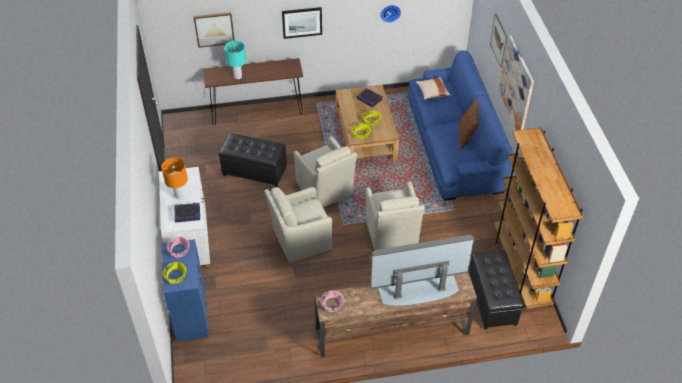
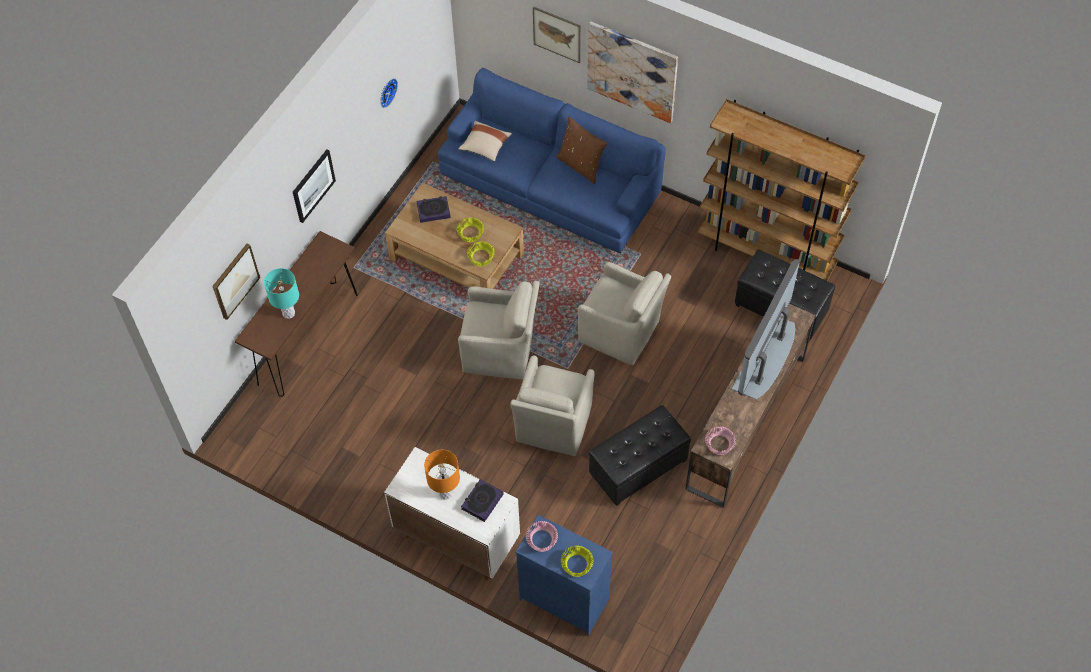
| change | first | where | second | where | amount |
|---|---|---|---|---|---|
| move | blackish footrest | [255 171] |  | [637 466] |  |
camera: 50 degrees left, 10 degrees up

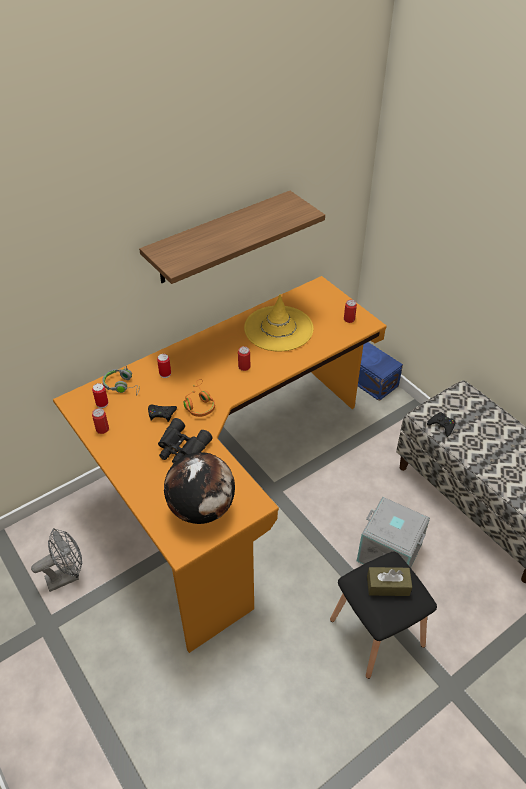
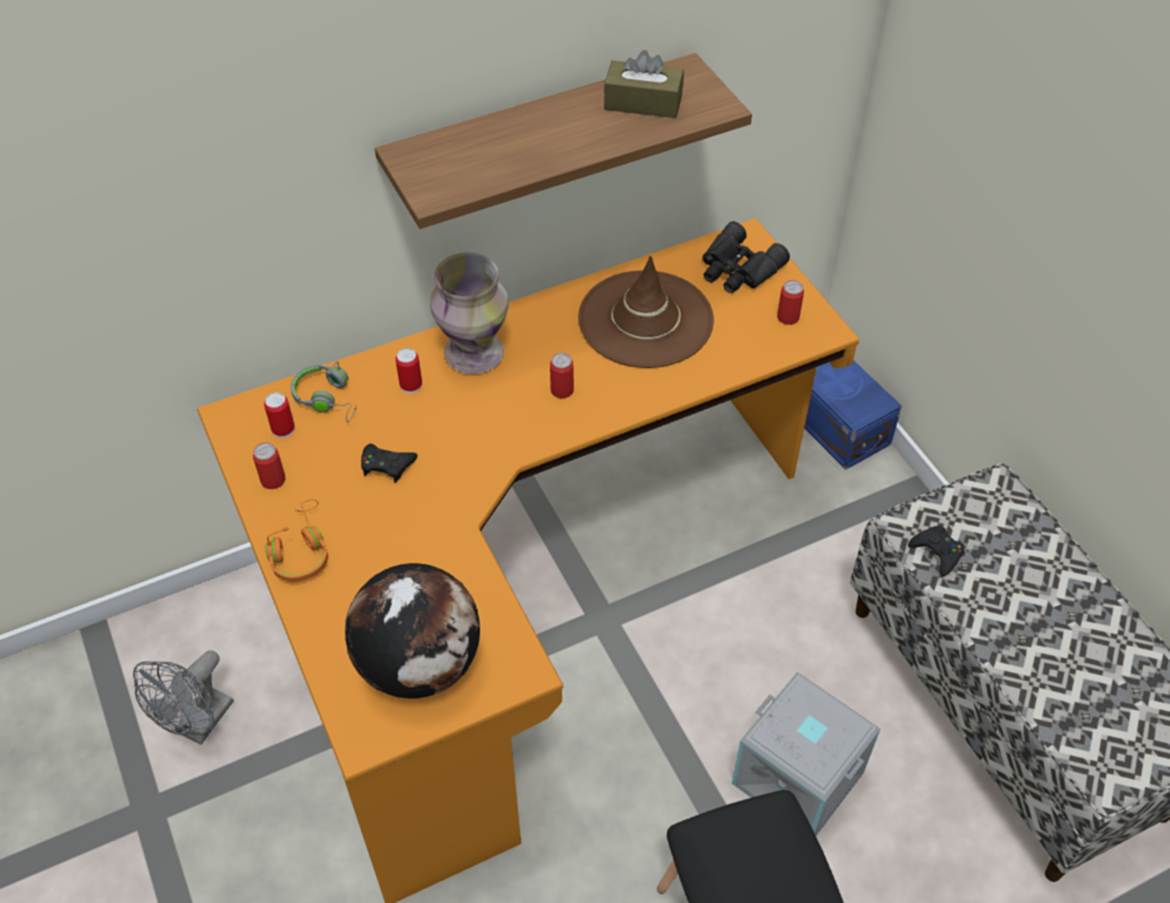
| change | first | where | second | where | amount |
|---|---|---|---|---|---|
| rotate | grey electric fan | [67 576] |  | [199 725] | 135 degrees clockwise |
| move | blackish pair of binoculars | [181 448] |  | [738 269] |  |
| move | orangey headset | [199 404] |  | [300 551] |  |
| recolor | yellow wearable hat | [278 329] | brown wearable hat | [645 320] |  |
| move | brown box of tissues | [388 586] |  | [643 102] |  |
| insert |  |  | flower vase | [475 354] |  |
camera: 10 degrees right, 5 degrees up

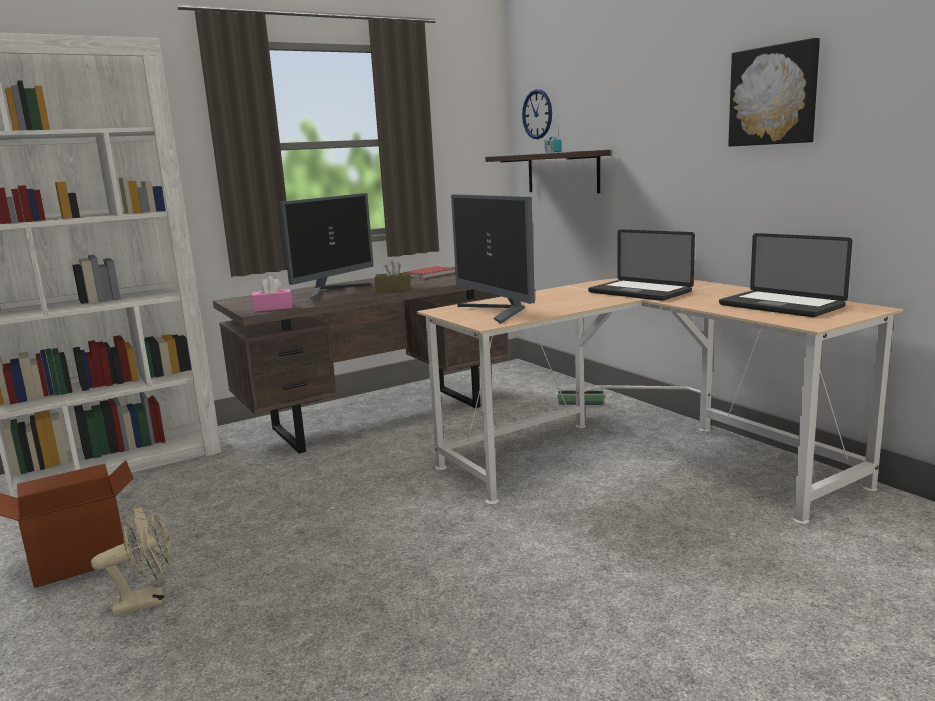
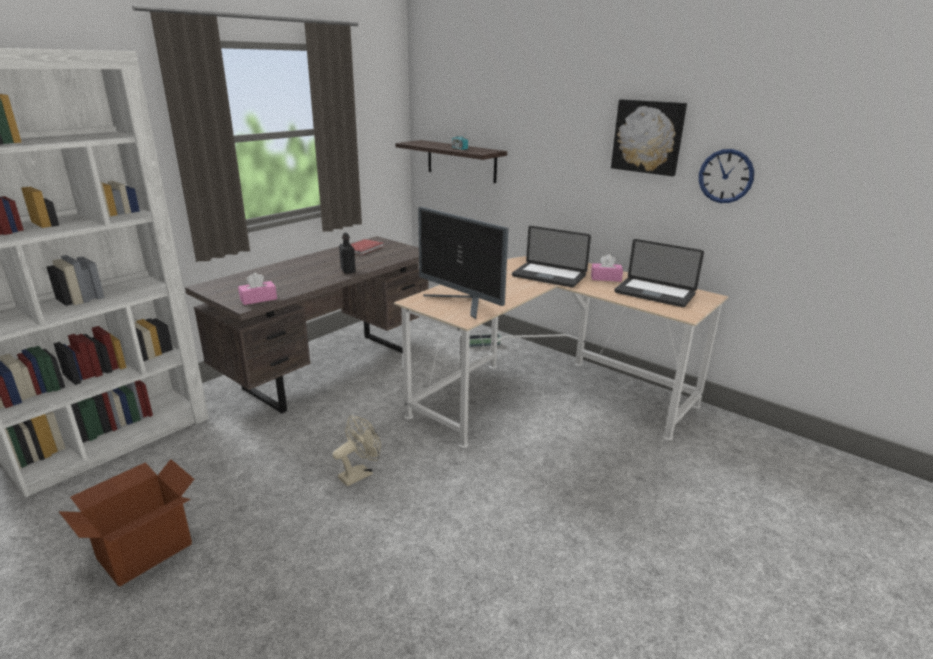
| change | first | where | second | where | amount |
|---|---|---|---|---|---|
| move | beige-coloured electric fan | [147 601] |  | [359 474] |  |
| delete | computer display | [332 291] |  |  |  |
| replace | brown box of tissues | [393 289] | blackish drink bottle | [348 270] |  |
| move | wall clock | [537 114] |  | [726 176] |  |
| insert |  |  | pink box of tissues | [606 278] |  |
camera: 20 degrees left, 10 degrees up

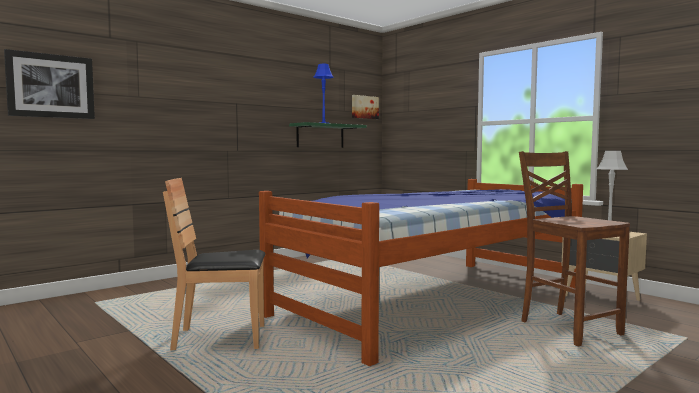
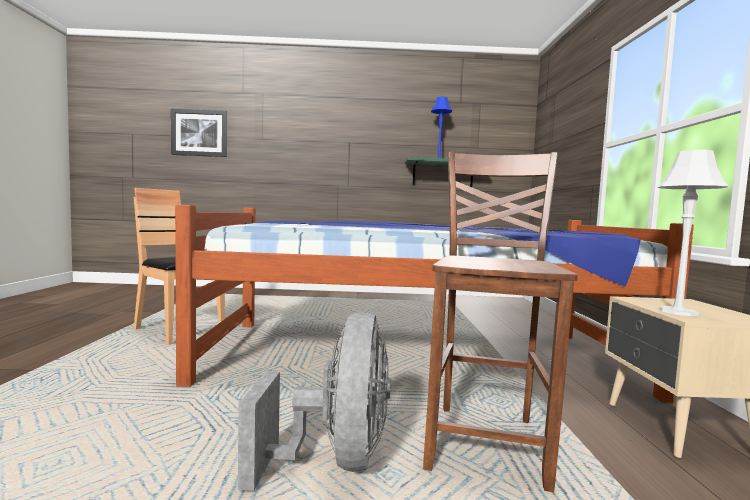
| change | first | where | second | where | amount |
|---|---|---|---|---|---|
| delete | picture | [364 107] |  |  |  |
| insert |  |  | grey electric fan | [336 460] |  |
camera: 40 degrees right, 0 degrees up

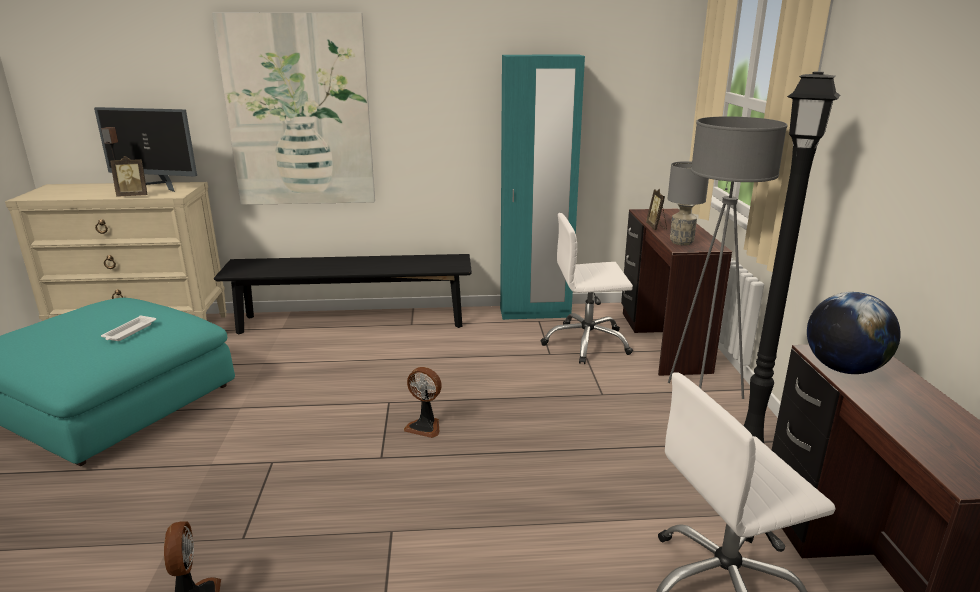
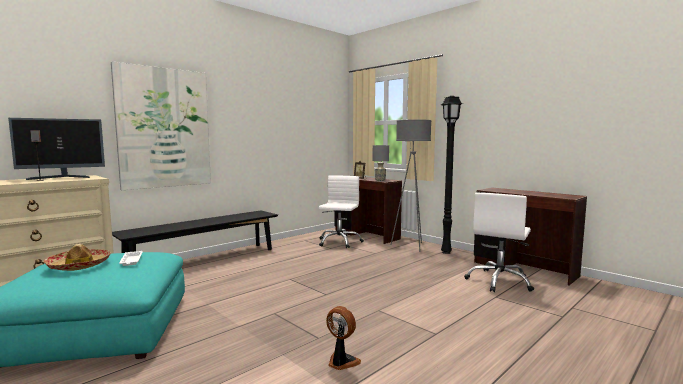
| change | first | where | second | where | amount |
|---|---|---|---|---|---|
| delete | photo frame | [134 196] |  |  |  |
| delete | electric fan | [425 426] |  |  |  |
| delete | blue-green wardrobe | [535 313] |  |  |  |
| rotate | white-coloured computer chair | [586 343] |  | [339 242] | 150 degrees clockwise |
| delete | desk globe | [843 369] |  |  |  |
| insert |  |  | wearable hat | [79 265] |  |
camera: 40 degrees left, 15 degrees down

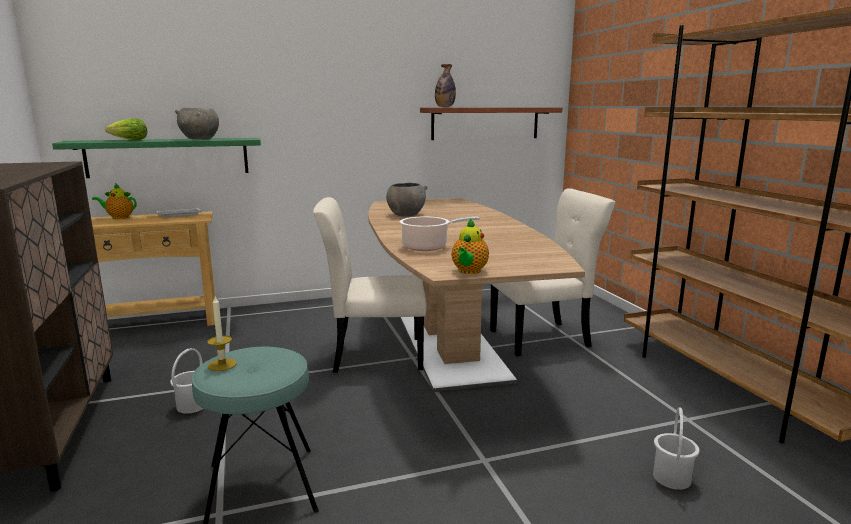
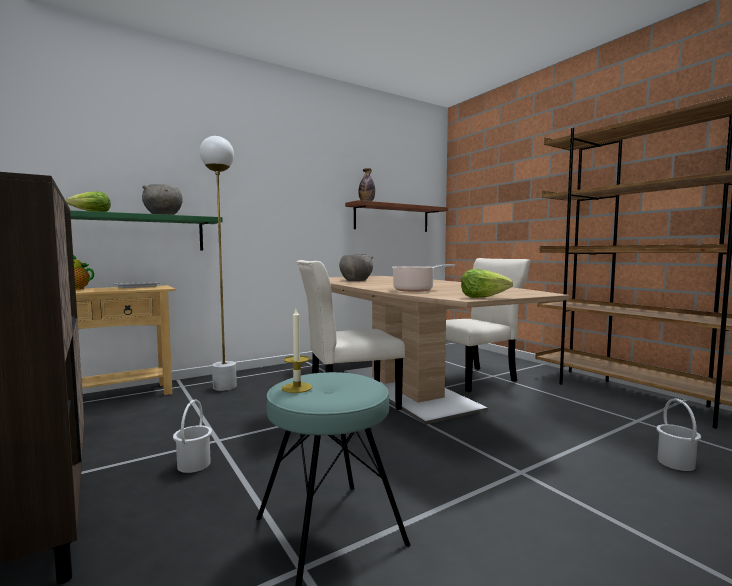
| change | first | where | second | where | amount |
|---|---|---|---|---|---|
| replace | pot for tea | [469 271] | lettuce | [483 297] |  |
| insert |  |  | white-coloured floor lamp | [224 387] |  |
camera: 15 degrees left, 10 degrees down

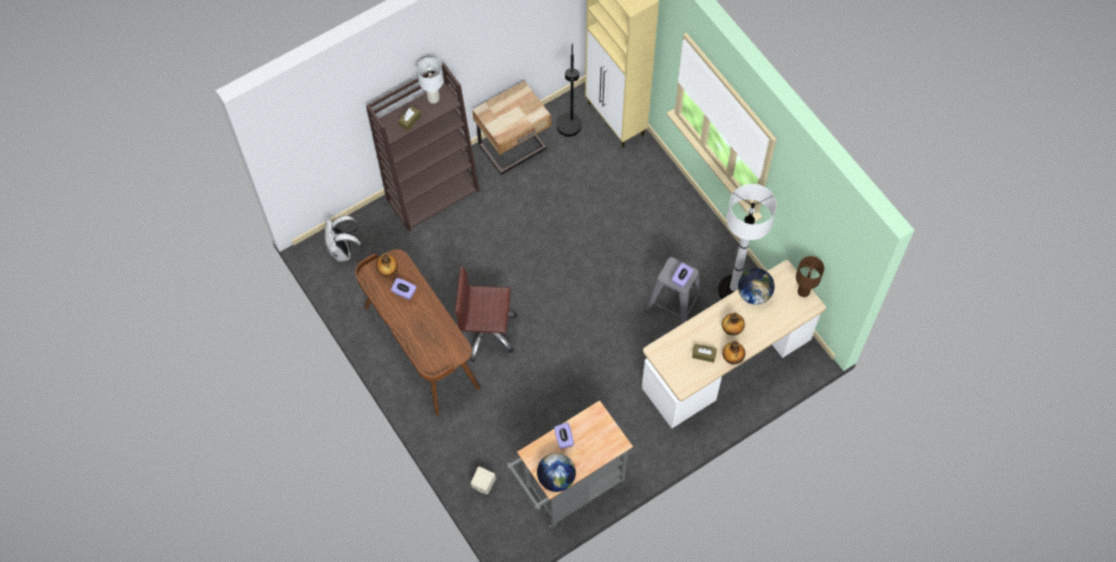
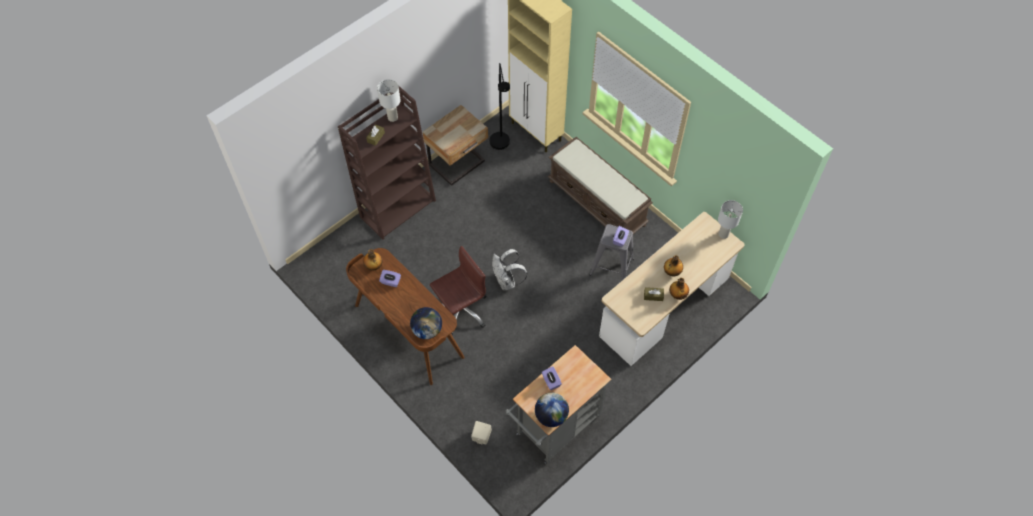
| change | first | where | second | where | amount |
|---|---|---|---|---|---|
| move | white-coloured rucksack | [343 251] |  | [507 281] |  |
| rotate | brown computer chair | [485 331] |  | [460 310] | 150 degrees clockwise |
| delete | white-coloured floor lamp | [733 290] |  |  |  |
| move | desk globe | [754 294] |  | [427 330] |  |
| recolor | brown tabletop lamp | [804 291] | white-coloured tabletop lamp | [723 234] |  |
| insert |  |  | brown bench | [598 203] |  |
camera: 10 degrees left, 5 degrees down

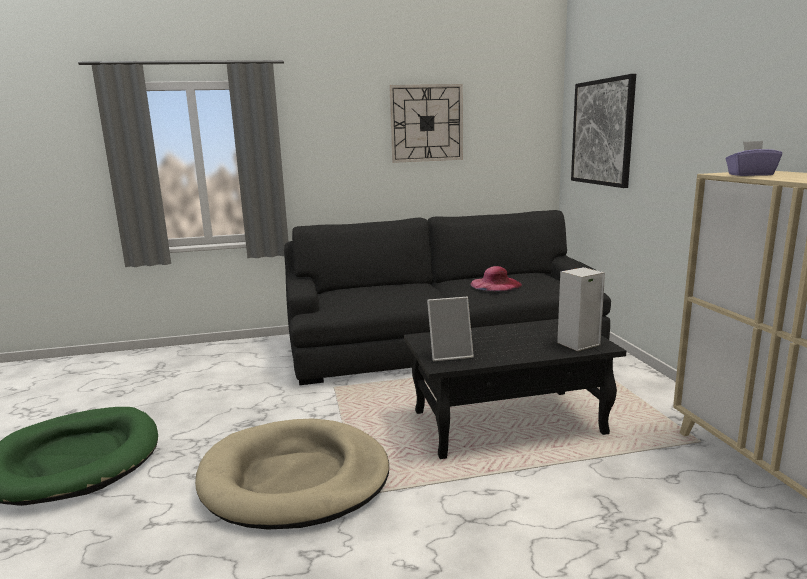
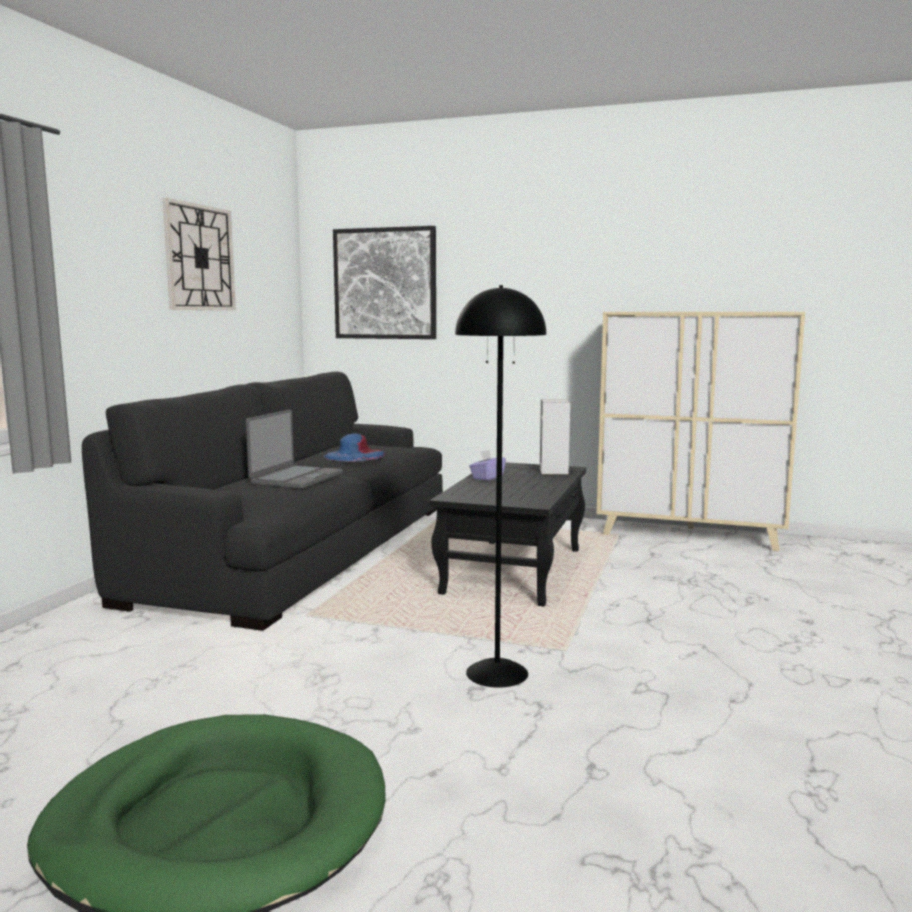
| change | first | where | second | where | amount |
|---|---|---|---|---|---|
| replace | beige-coloured pet bed | [295 478] | blackish floor lamp | [497 672] |  |
| delete | photo frame | [450 354] |  |  |  |
| recolor | pink wearable hat | [495 284] | blue wearable hat | [354 455] |  |
| move | purple box of tissues | [750 175] |  | [487 477] |  |
| insert |  |  | portable computer | [296 479] |  |
camera: 60 degrees left, 5 degrees down

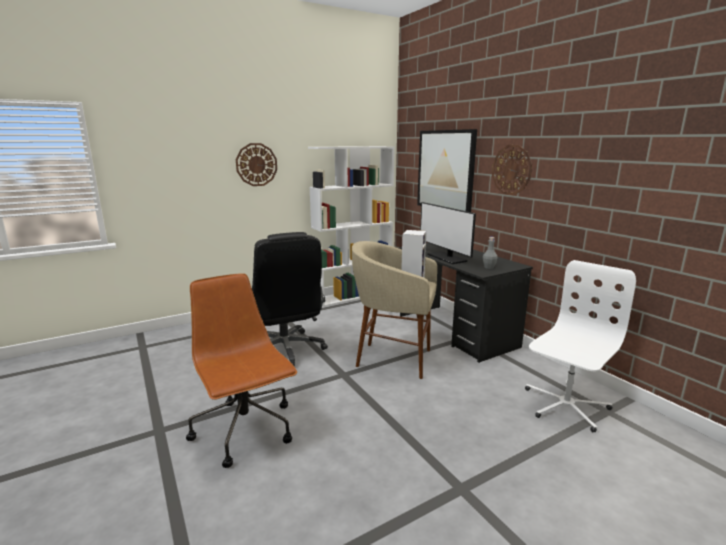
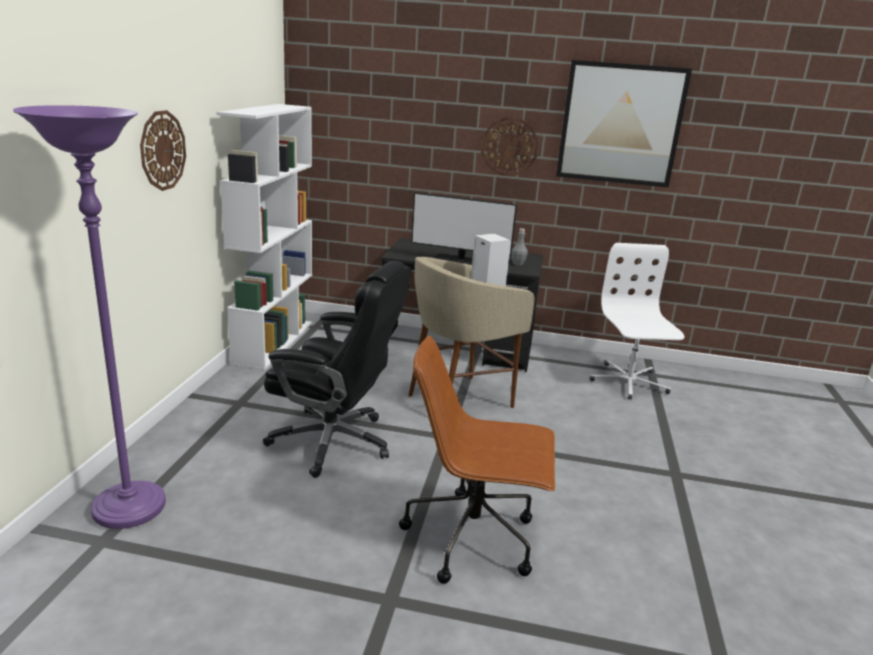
| change | first | where | second | where | amount |
|---|---|---|---|---|---|
| move | picture | [445 170] |  | [620 124] |  |
| insert |  |  | purple floor lamp | [129 508] |  |
camera: 50 degrees left, 5 degrees up

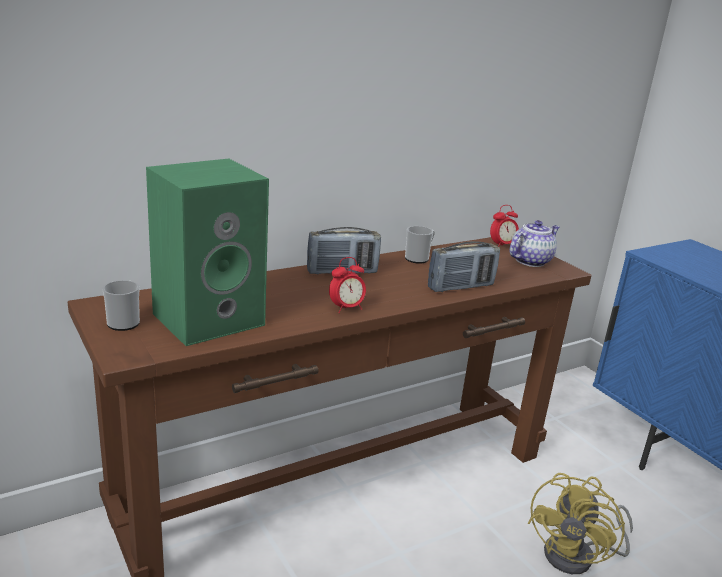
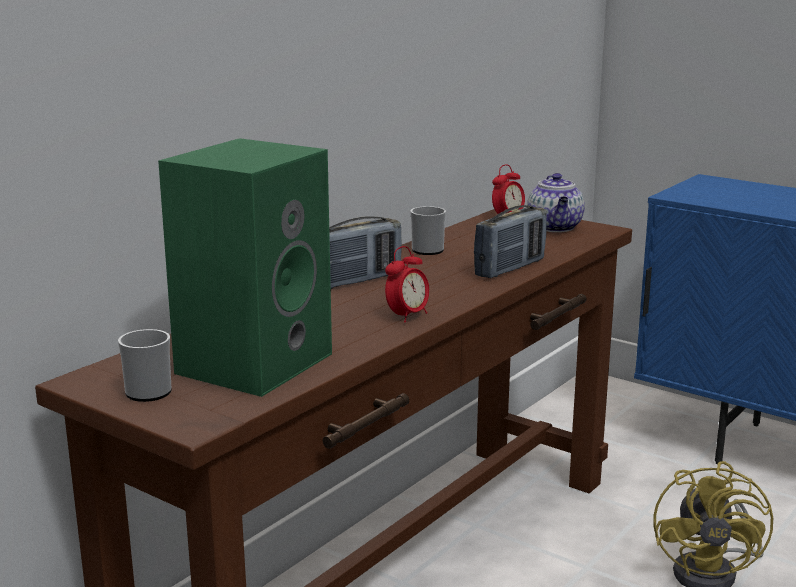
| change | first | where | second | where | amount |
|---|---|---|---|---|---|
| rotate | pot for tea | [530 261] |  | [555 227] | 150 degrees clockwise |
camera: 20 degrees left, 5 degrees down

